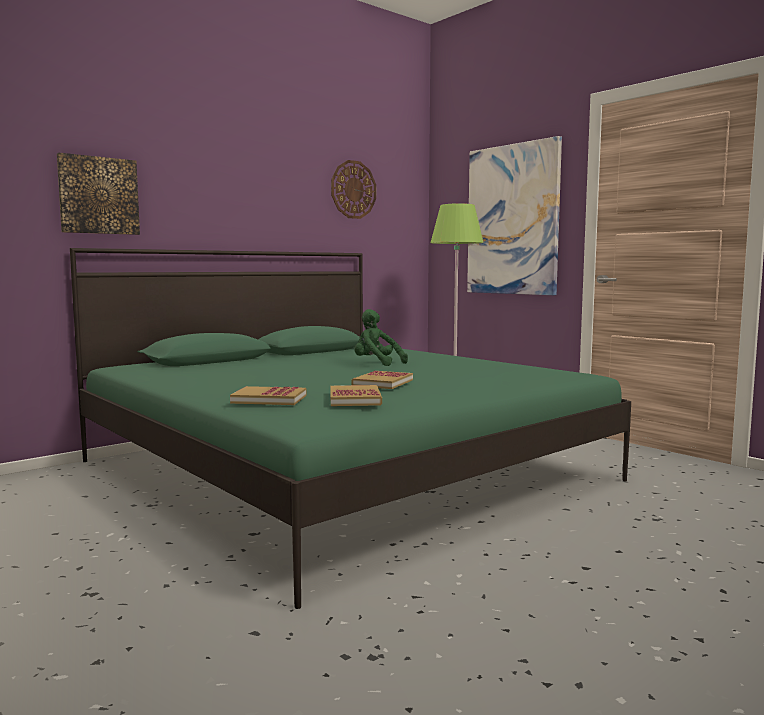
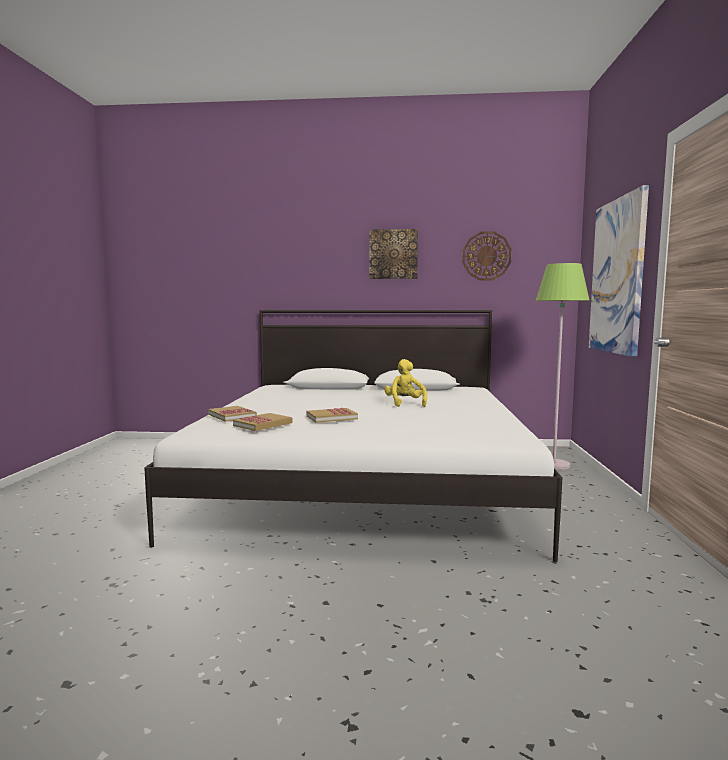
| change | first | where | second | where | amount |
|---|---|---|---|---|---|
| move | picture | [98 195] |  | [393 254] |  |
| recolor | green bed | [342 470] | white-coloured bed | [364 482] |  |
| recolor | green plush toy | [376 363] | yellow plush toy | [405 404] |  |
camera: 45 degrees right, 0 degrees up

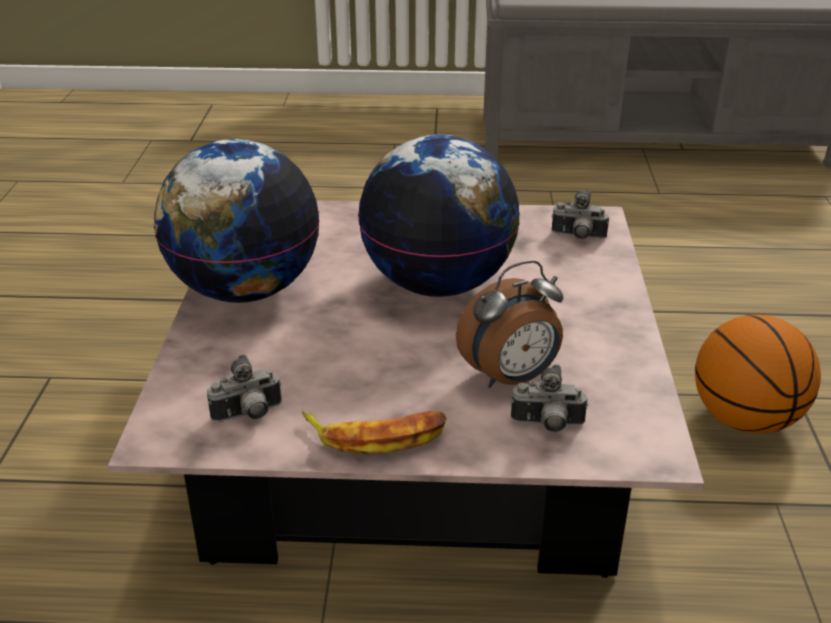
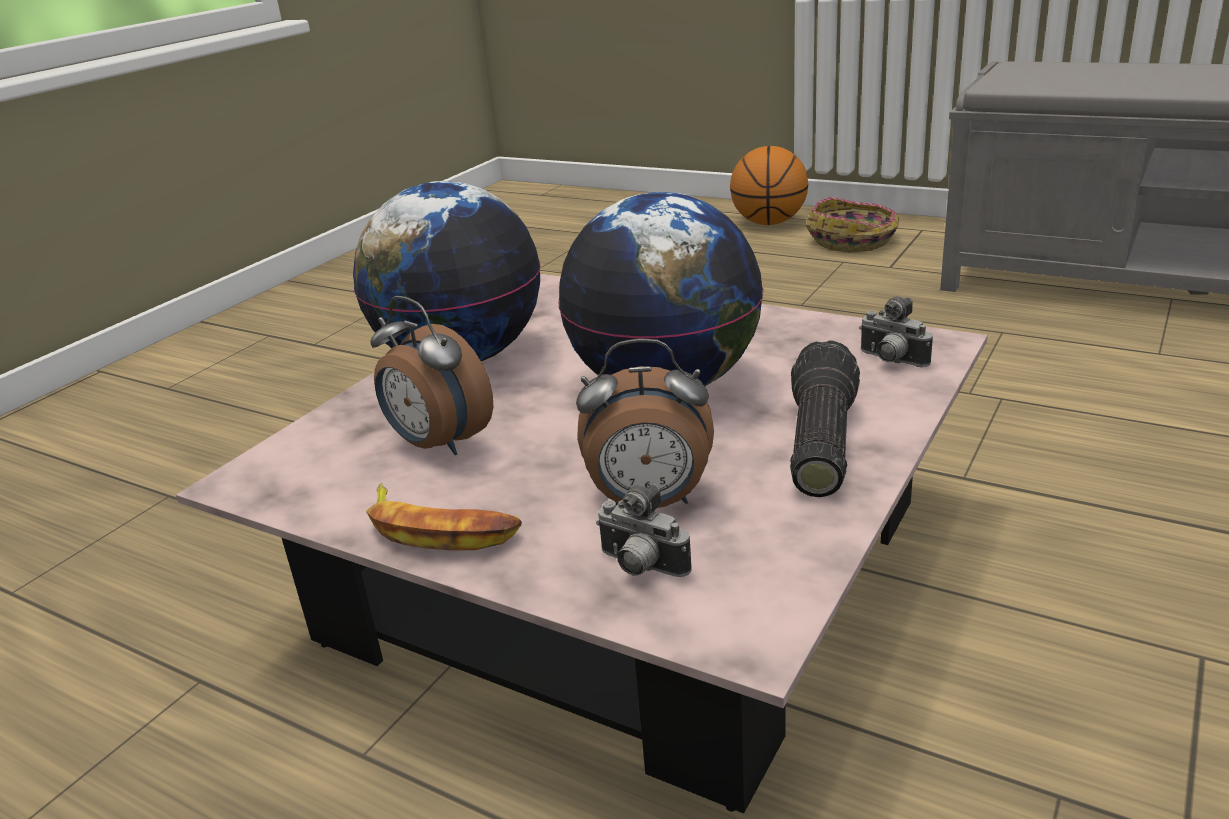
| change | first | where | second | where | amount |
|---|---|---|---|---|---|
| delete | photo camera | [249 415] |  |  |  |
| move | ball for basketball | [745 420] |  | [768 223] |  |
| insert |  |  | table clock | [437 444] |  |
| insert |  |  | flashlight | [817 442] |  |
| insert |  |  | storage basket | [853 240] |  |
camera: 30 degrees right, 5 degrees down

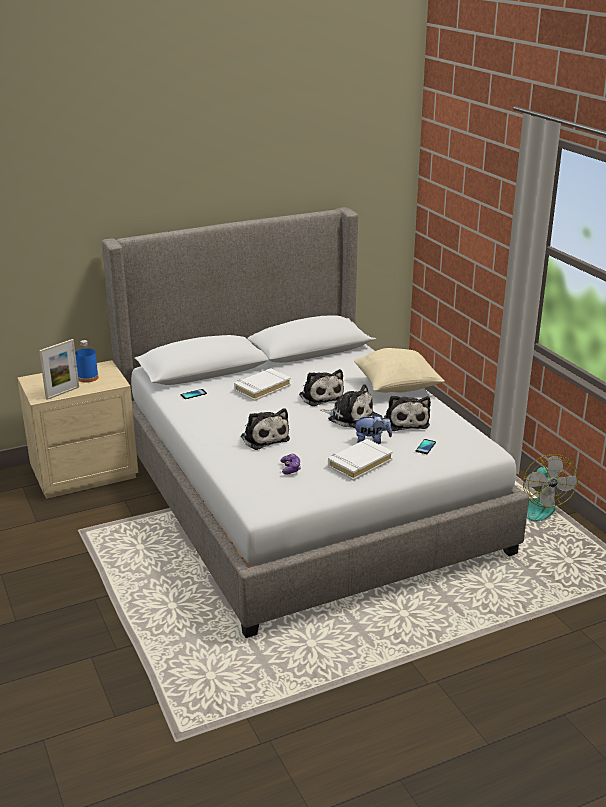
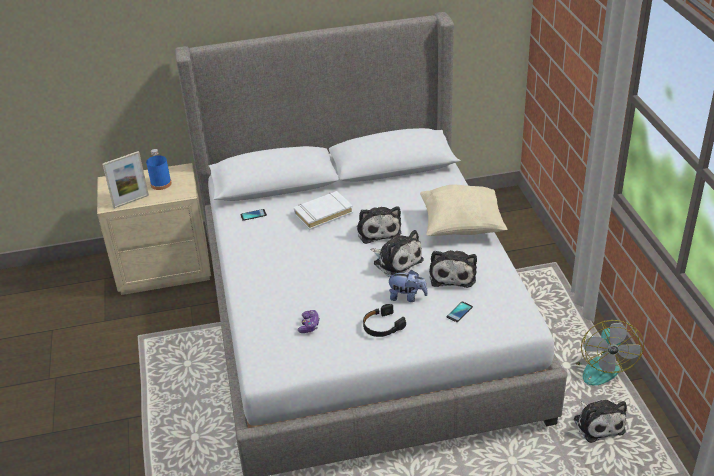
| change | first | where | second | where | amount |
|---|---|---|---|---|---|
| move | plush toy | [264 437] |  | [597 423] |  |
| replace | white-coloured volume | [359 463] | blackish headset | [382 326] |  |
camera: 15 degrees right, 10 degrees up

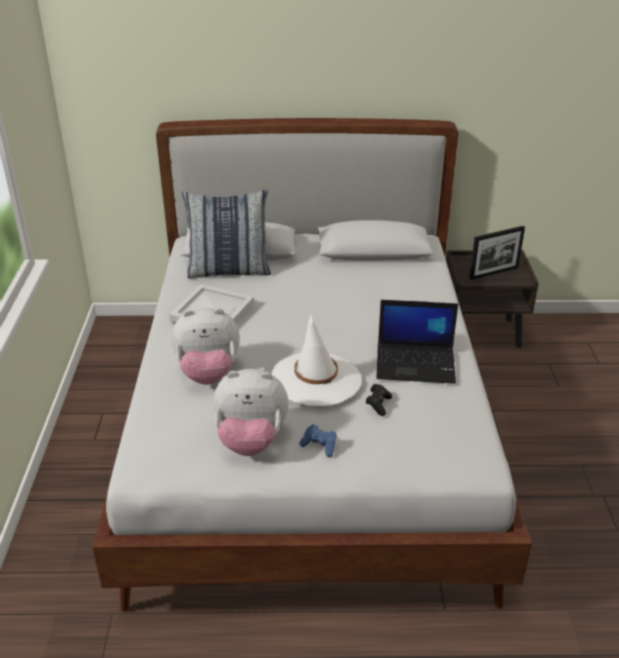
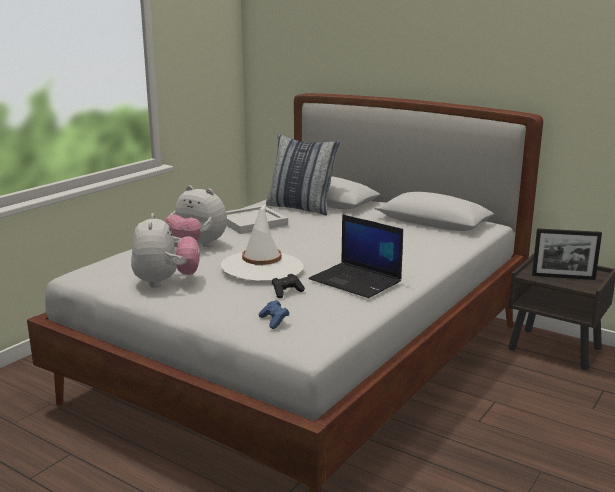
| change | first | where | second | where | amount |
|---|---|---|---|---|---|
| rotate | plush toy | [251 441] |  | [166 282] | 135 degrees counterclockwise |
| move | blue joypad | [319 446] |  | [274 321] |  |
camera: 35 degrees right, 15 degrees down

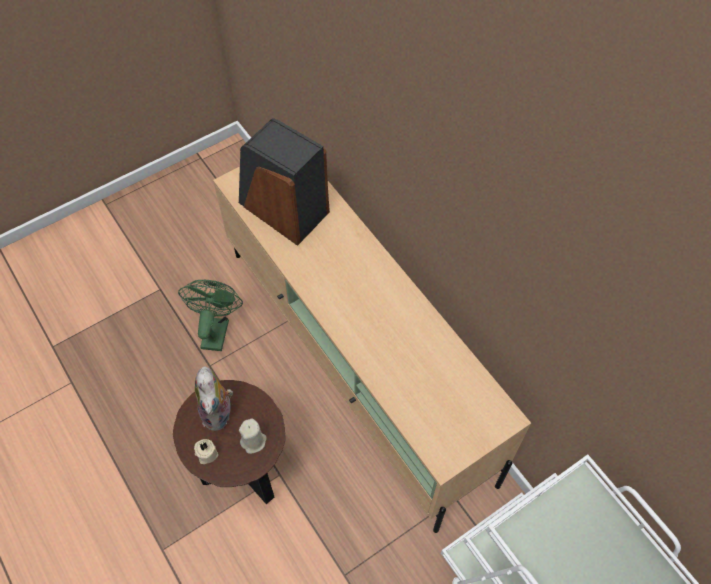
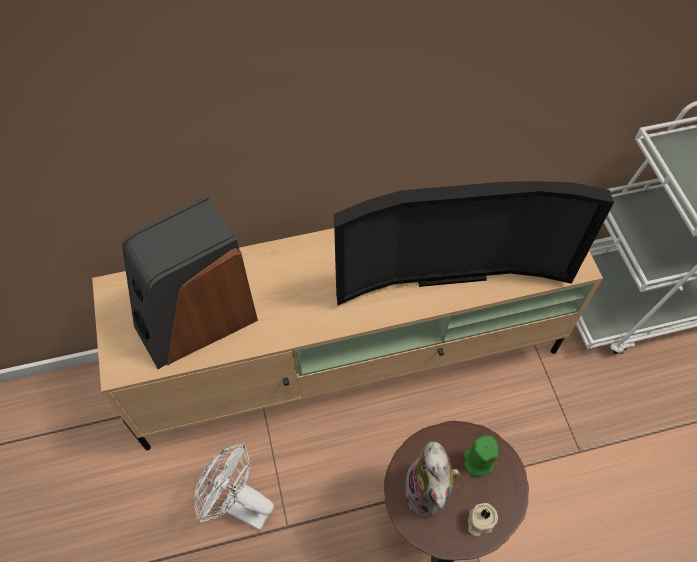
| change | first | where | second | where | amount |
|---|---|---|---|---|---|
| recolor | green electric fan | [216 329] | white-coloured electric fan | [239 504] |  |
| rotate | plush toy | [219 413] |  | [429 492] | 75 degrees clockwise |
| recolor | beige-coloured wax light | [253 441] | green wax light | [478 461] |  |
| insert |  |  | TV set | [447 266] |  |
camera: 70 degrees left, 0 degrees up

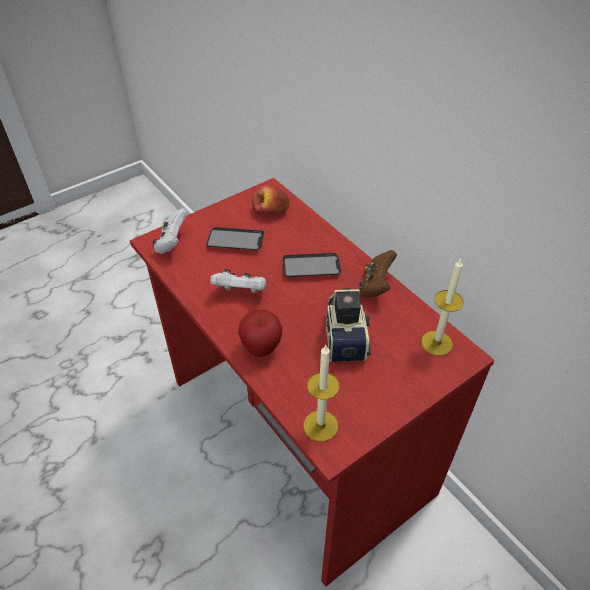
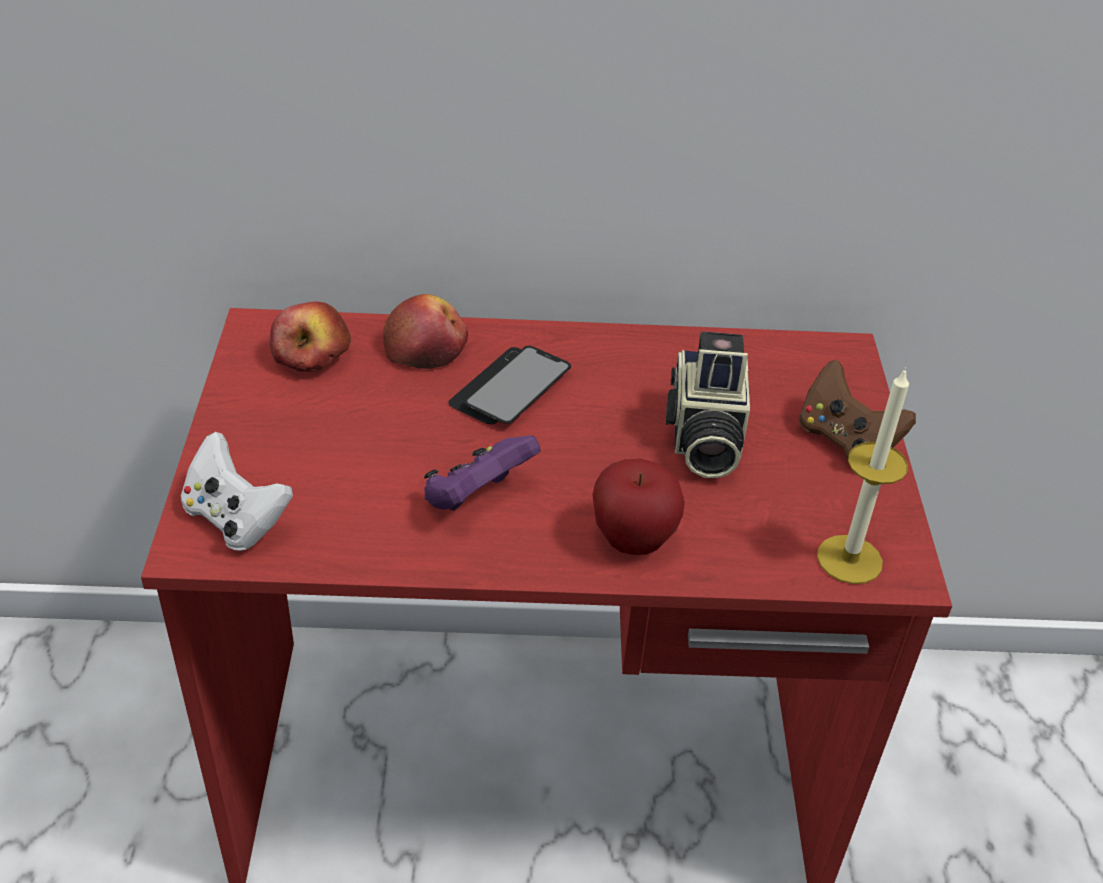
| change | first | where | second | where | amount |
|---|---|---|---|---|---|
| delete | handset | [235 240] |  |  |  |
| recolor | white-coloured joypad | [241 292] | purple joypad | [477 497] |  |
| rotate | photo camera | [346 337] |  | [703 438] | 120 degrees counterclockwise |
| move | brown joypad | [375 286] |  | [845 441] |  |
| delete | wax light | [436 343] |  |  |  |
| insert |  |  | apple | [426 348] |  |
camera: 55 degrees left, 5 degrees down

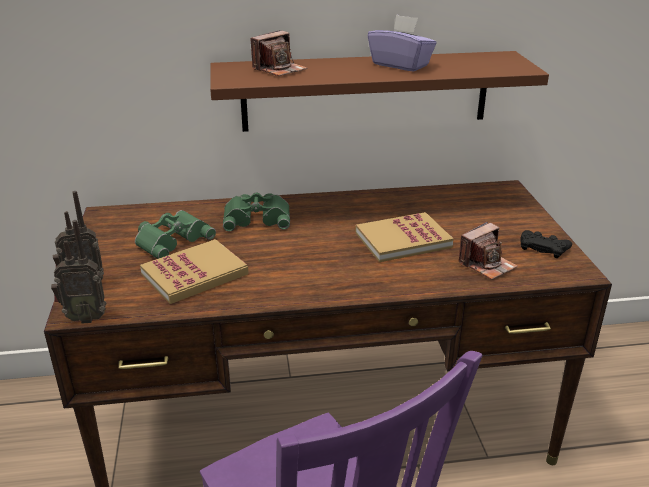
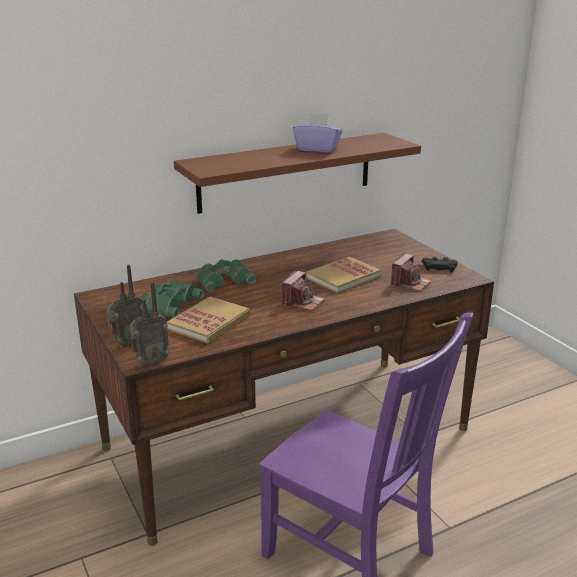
| change | first | where | second | where | amount |
|---|---|---|---|---|---|
| move | photo camera | [279 69] |  | [303 302] |  |
camera: 20 degrees left, 5 degrees down

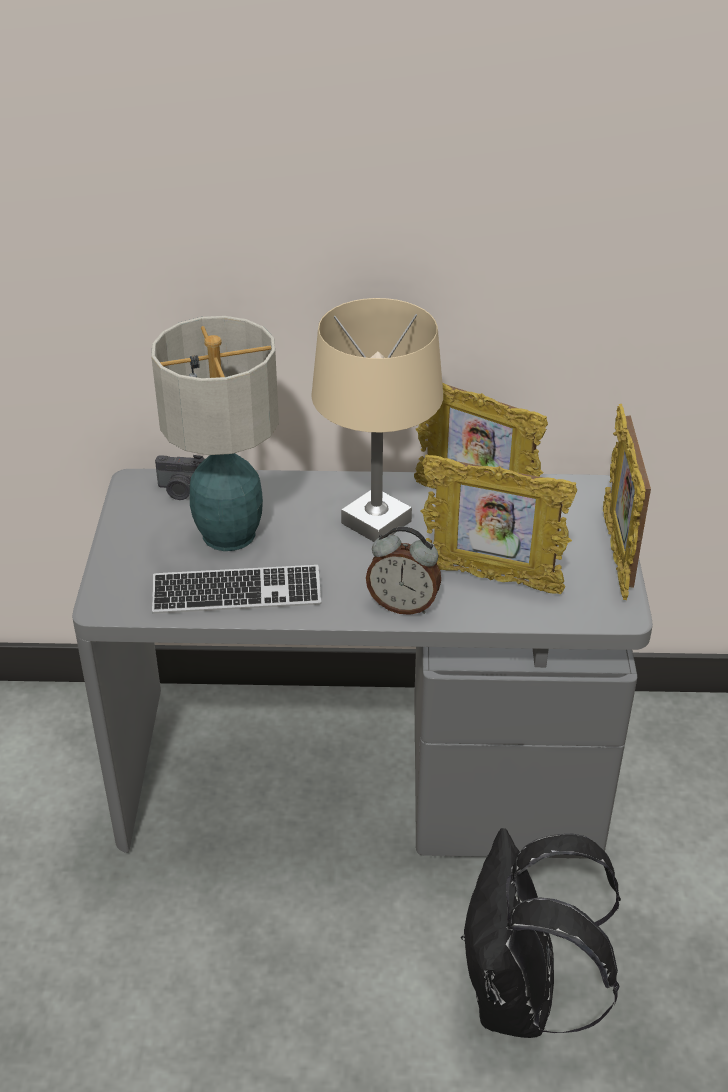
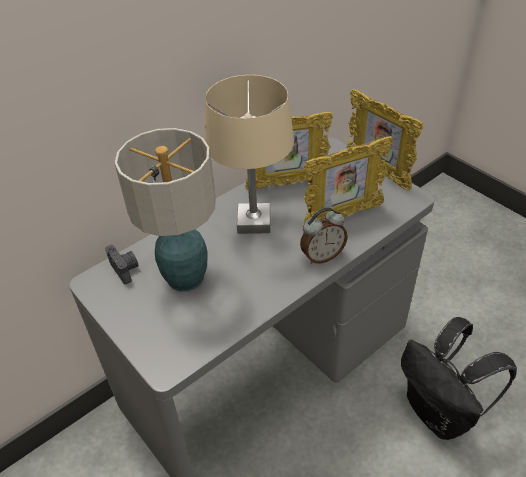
| change | first | where | second | where | amount |
|---|---|---|---|---|---|
| delete | PC keyboard | [237 593] |  |  |  |
| rotate | photo camera | [182 490] |  | [125 269] | 90 degrees counterclockwise |
camera: 40 degrees left, 5 degrees up

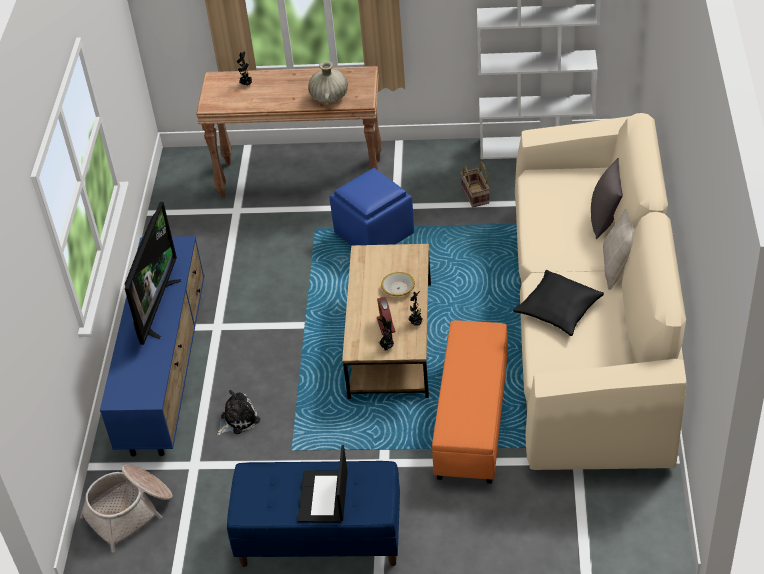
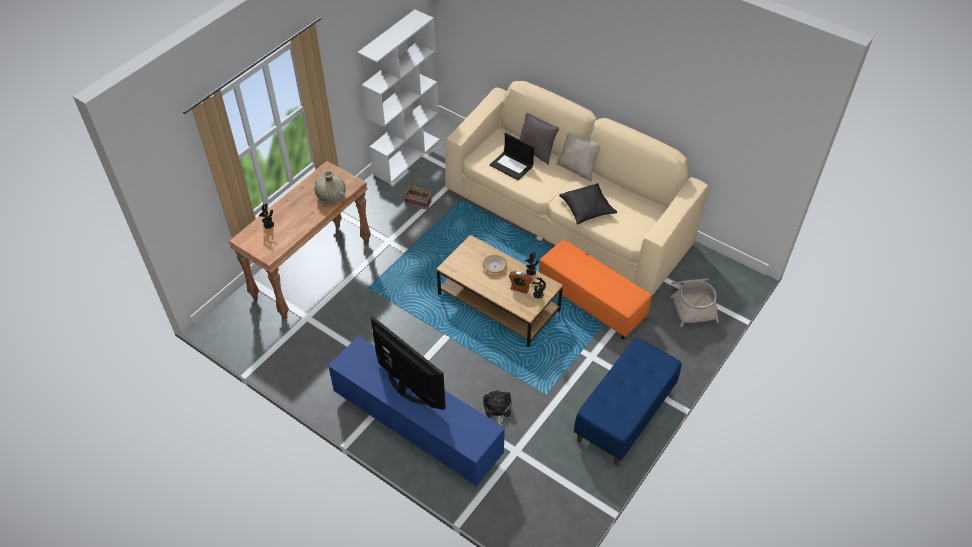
| change | first | where | second | where | amount |
|---|---|---|---|---|---|
| move | storage basket | [130 511] |  | [692 304] |  |
| move | portable computer | [324 497] |  | [512 165] |  |
| delete | blue footrest | [374 234] |  |  |  |
camera: 60 degrees left, 5 degrees up

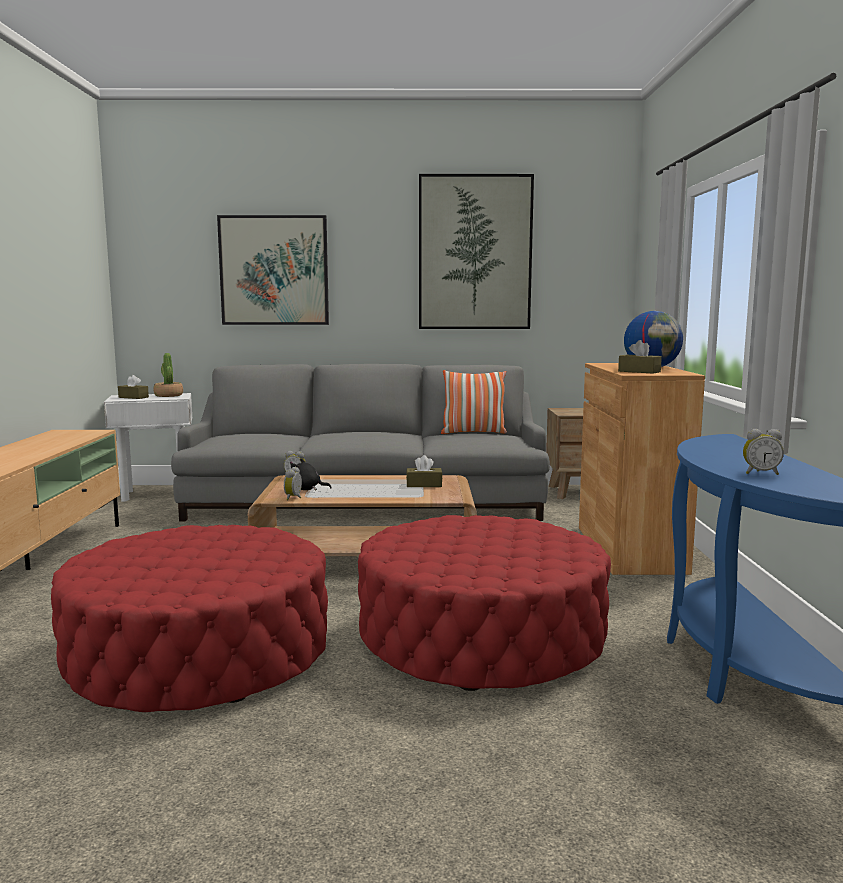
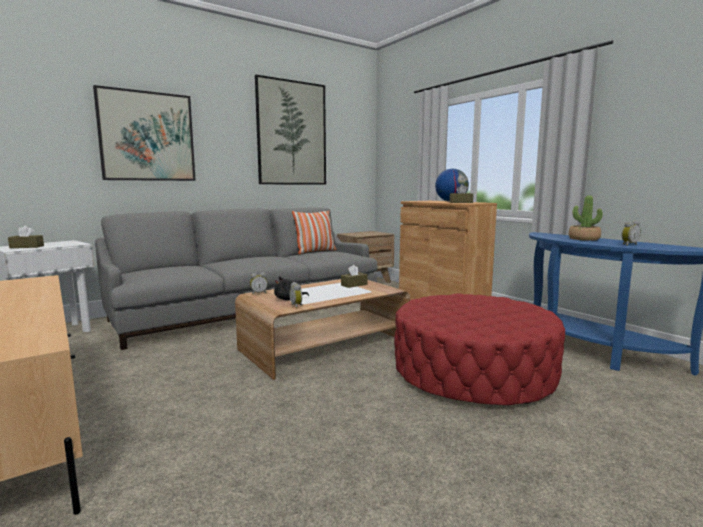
| change | first | where | second | where | amount |
|---|---|---|---|---|---|
| delete | red footrest | [199 653] |  |  |  |
| move | houseplant | [168 395] |  | [584 239] |  |
camera: 35 degrees left, 0 degrees up

